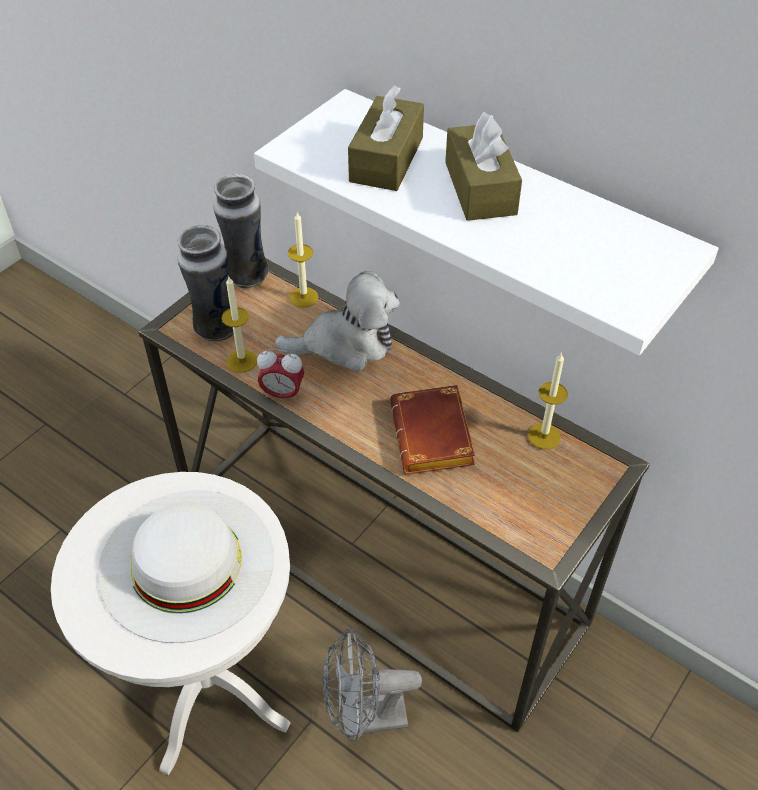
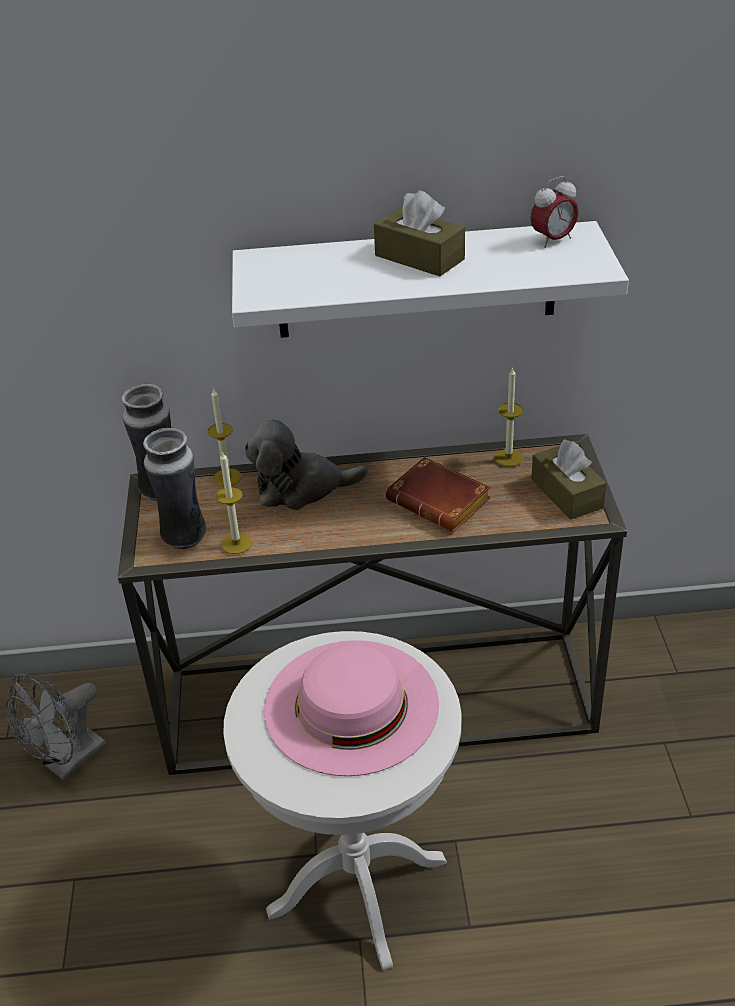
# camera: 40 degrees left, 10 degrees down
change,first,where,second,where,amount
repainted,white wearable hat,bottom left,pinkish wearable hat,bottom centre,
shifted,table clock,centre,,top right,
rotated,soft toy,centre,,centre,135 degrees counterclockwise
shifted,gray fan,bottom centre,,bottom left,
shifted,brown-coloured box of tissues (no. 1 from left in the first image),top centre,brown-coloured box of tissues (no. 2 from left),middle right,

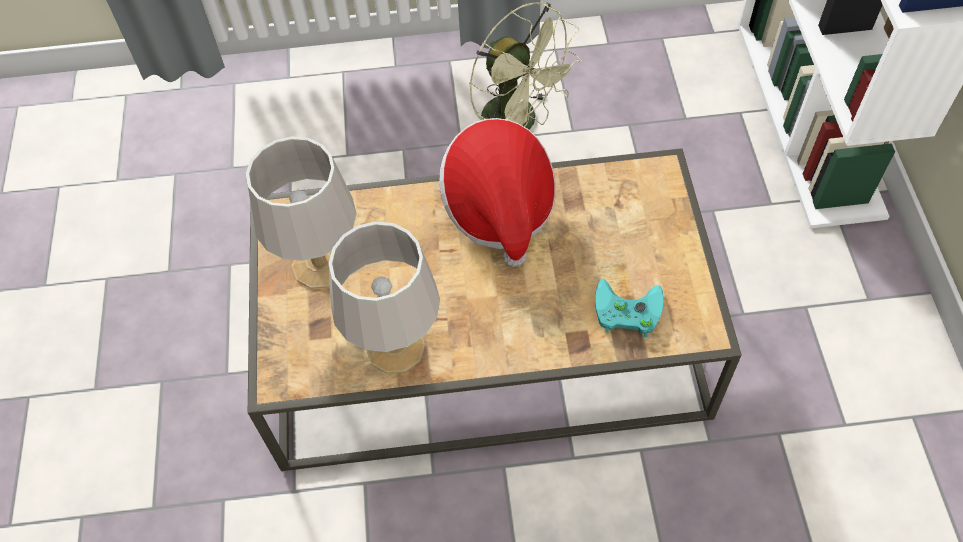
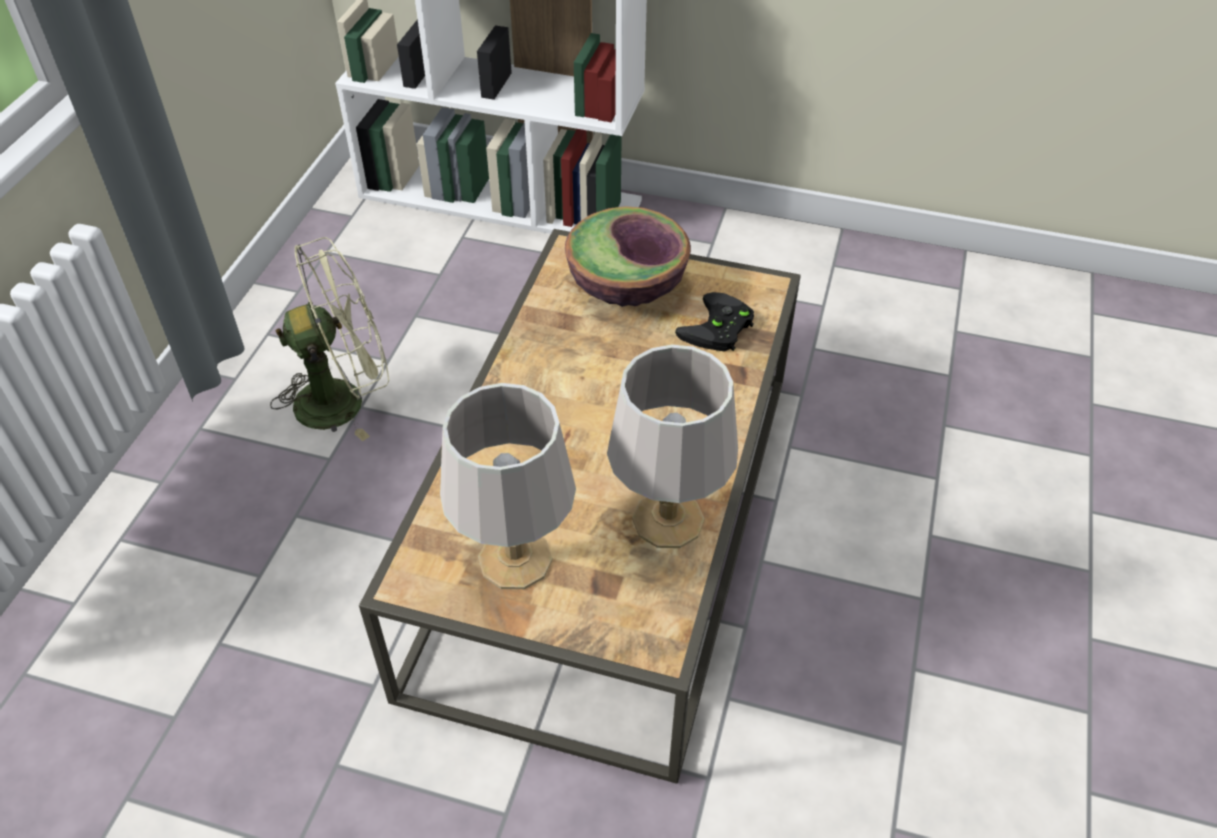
# camera: 70 degrees left, 10 degrees down
change,first,where,second,where,amount
gone,wearable hat,centre,,,
repainted,blue-green joypad,centre,black joypad,centre,
new,,,deep dish,top centre,

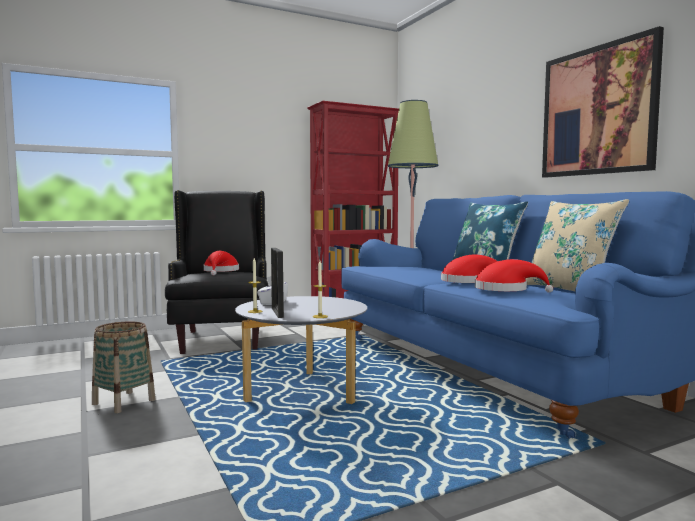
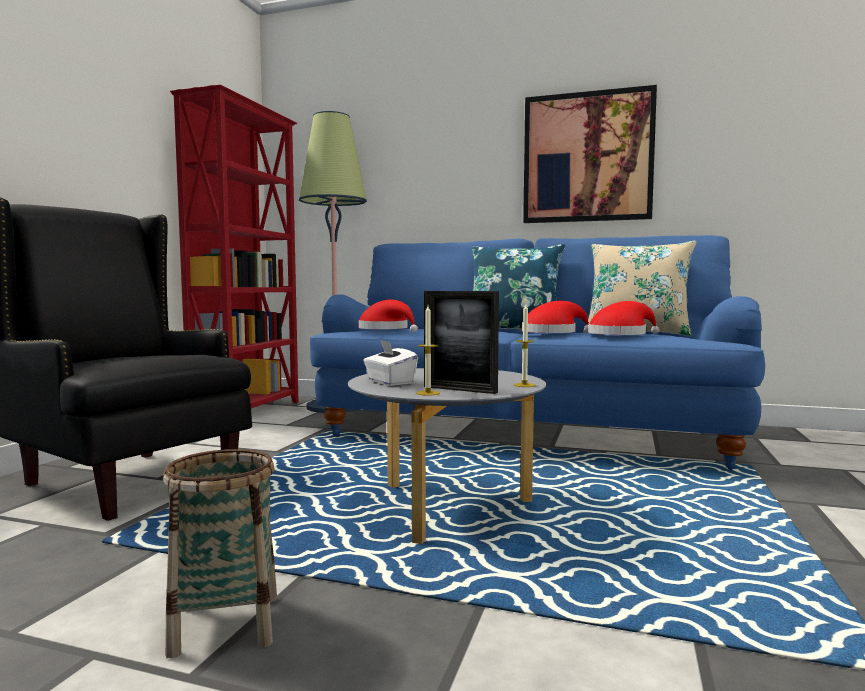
# camera: 45 degrees left, 0 degrees up
change,first,where,second,where,amount
shifted,red wearable hat (no. 1 from left),middle left,,centre,

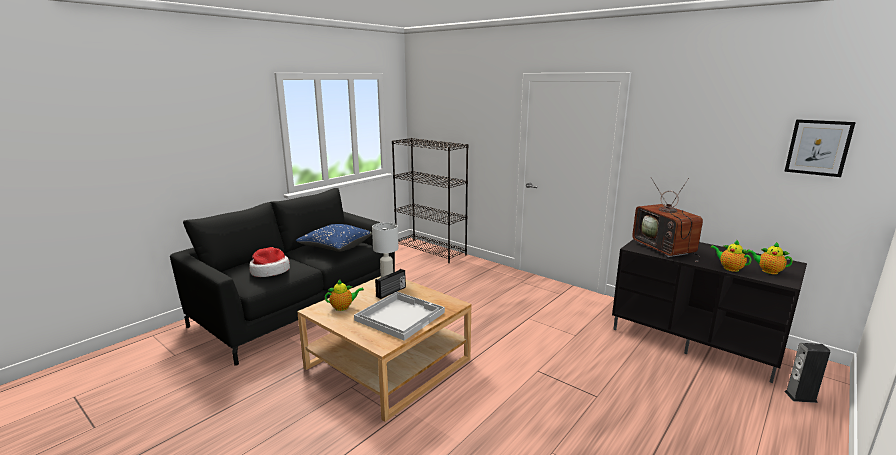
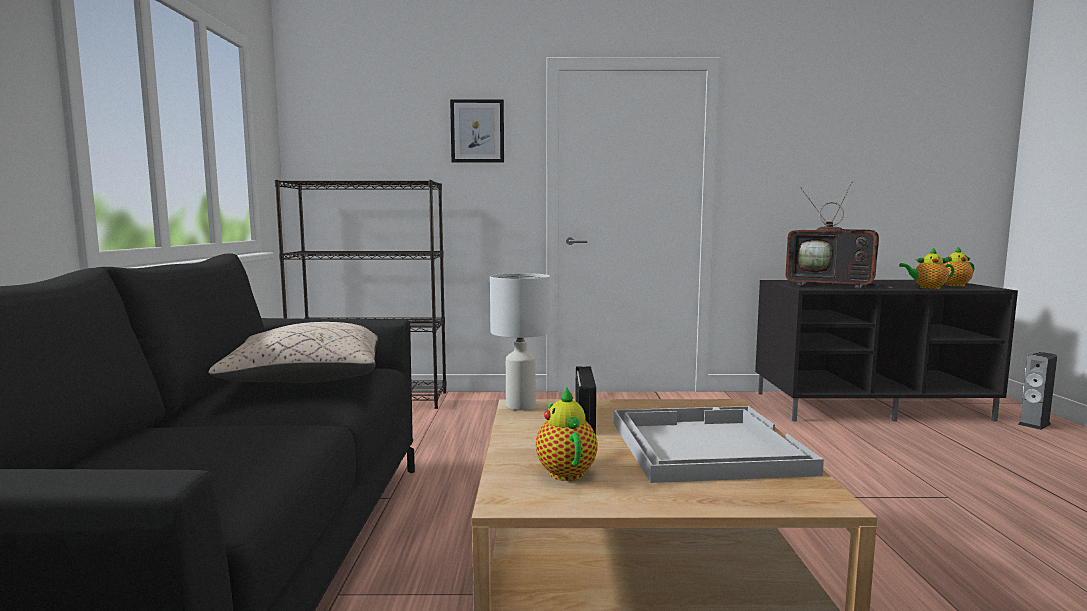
# camera: 40 degrees left, 10 degrees down
change,first,where,second,where,amount
gone,wearable hat,middle left,,,
repainted,blue-coloured cushion,centre,sand-coloured cushion,middle left,
rotated,pot for tea (no. 1 from left),centre,,bottom centre,45 degrees counterclockwise
shifted,picture,top right,,top centre,

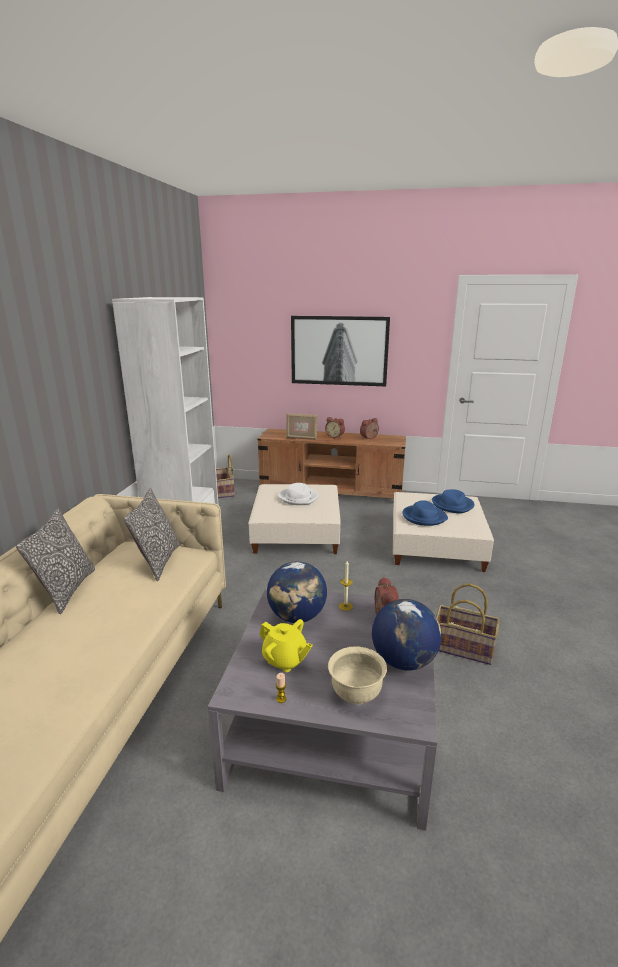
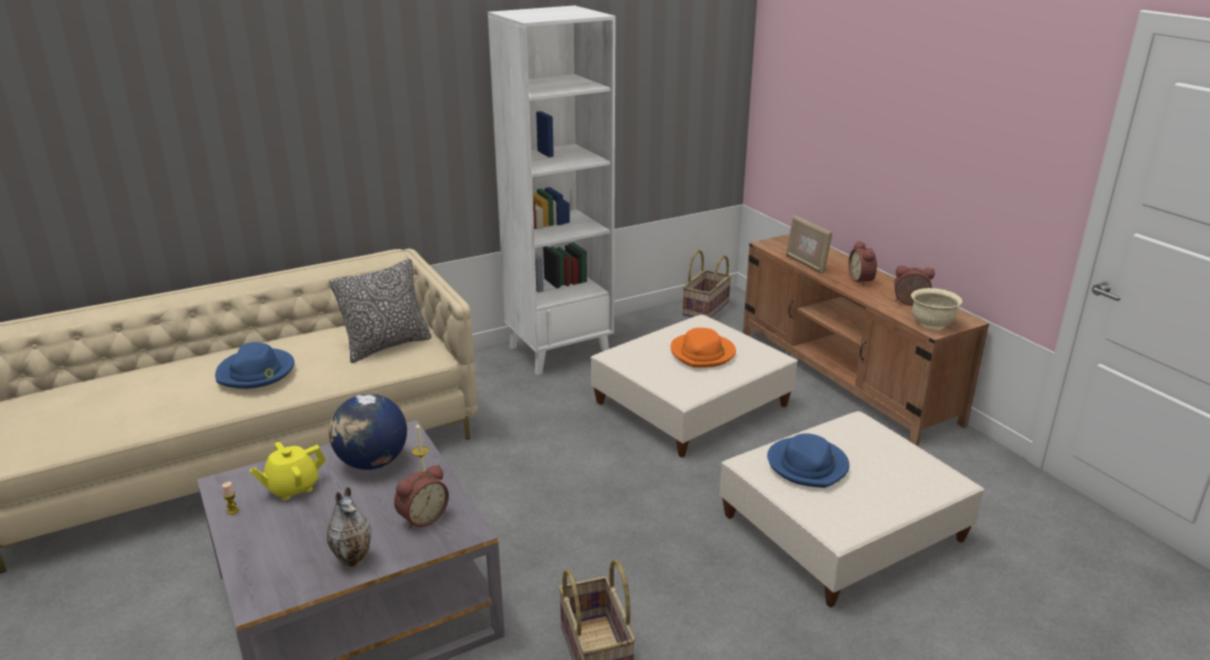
# camera: 50 degrees right, 5 degrees up
change,first,where,second,where,amount
gone,cushion (no. 1 from left),middle left,,,
rotated,yellow pot for tea,bottom centre,,bottom left,60 degrees clockwise
repainted,white wearable hat,centre,orange wearable hat,centre,
gone,picture,centre,,,
shifted,sand-coloured deep dish,bottom centre,,middle right,
swapped,desk globe (no. 2 from left),centre,flower vase,bottom left,
shifted,blue-coloured wearable hat (no. 2 from left in the first image),middle right,blue-coloured wearable hat (no. 1 from left),middle left,

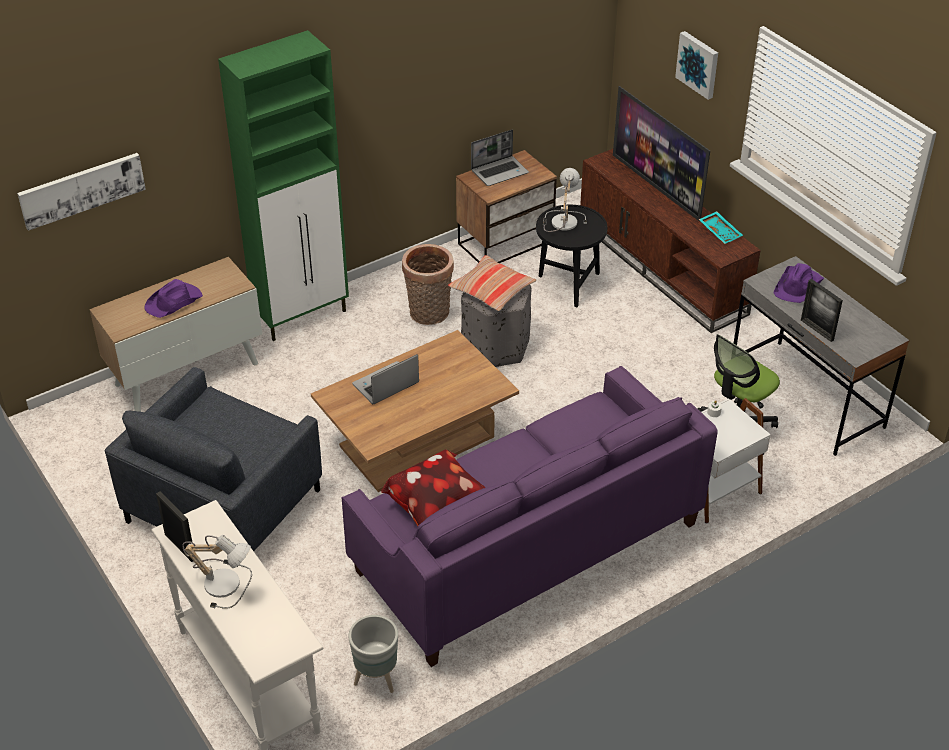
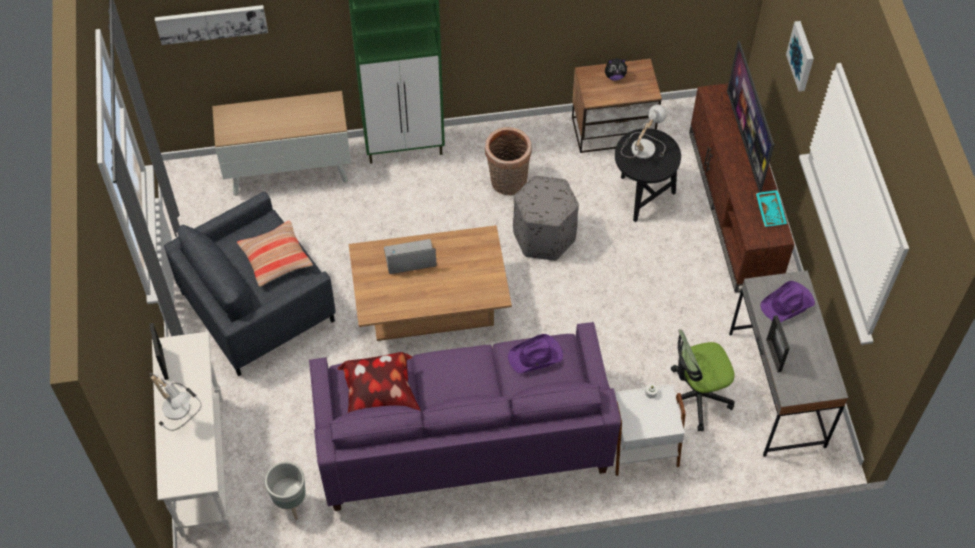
# camera: 25 degrees right, 15 degrees up
change,first,where,second,where,amount
shifted,purple wearable hat (no. 1 from left),middle left,,centre,
shifted,cushion (no. 2 from left in the first image),centre,cushion (no. 1 from left),middle left,
swapped,laptop (no. 2 from left),top centre,soft toy,top centre,

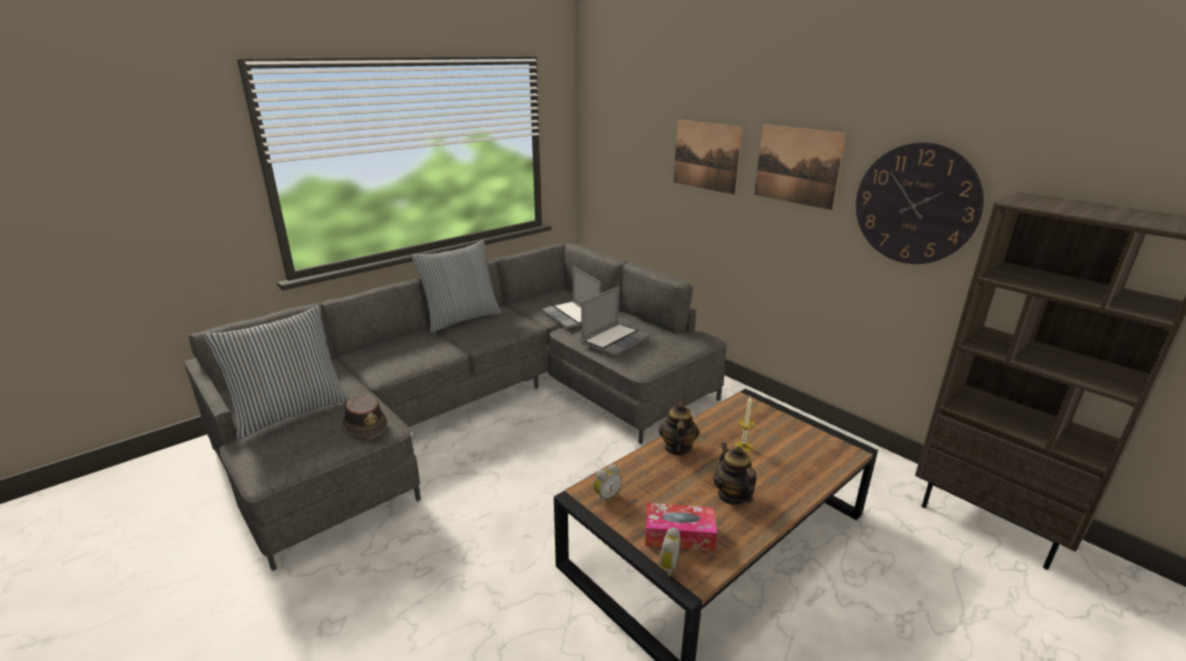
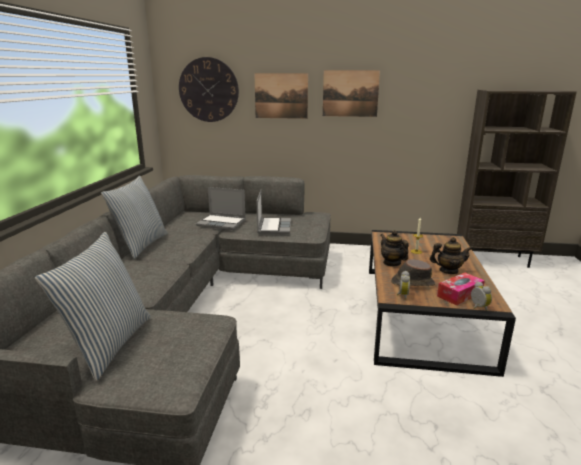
# camera: 40 degrees left, 5 degrees down
change,first,where,second,where,amount
shifted,brown-coloured wearable hat,middle left,,middle right,
rotated,pot for tea (no. 2 from left),bottom centre,,middle right,150 degrees clockwise
shifted,clock on the wall,top right,,top centre,

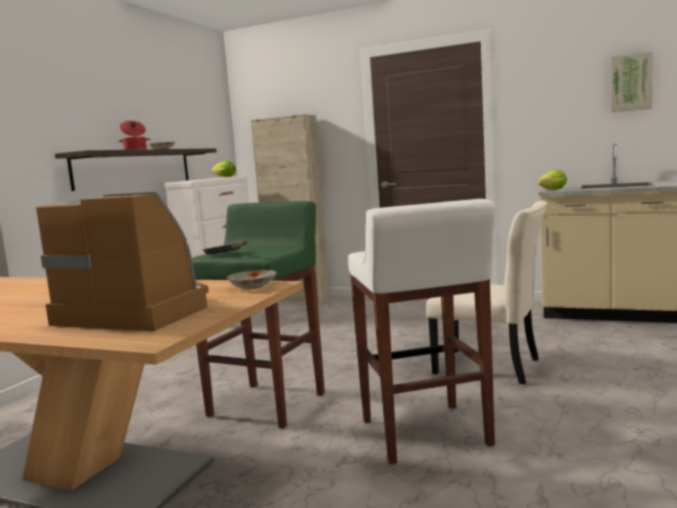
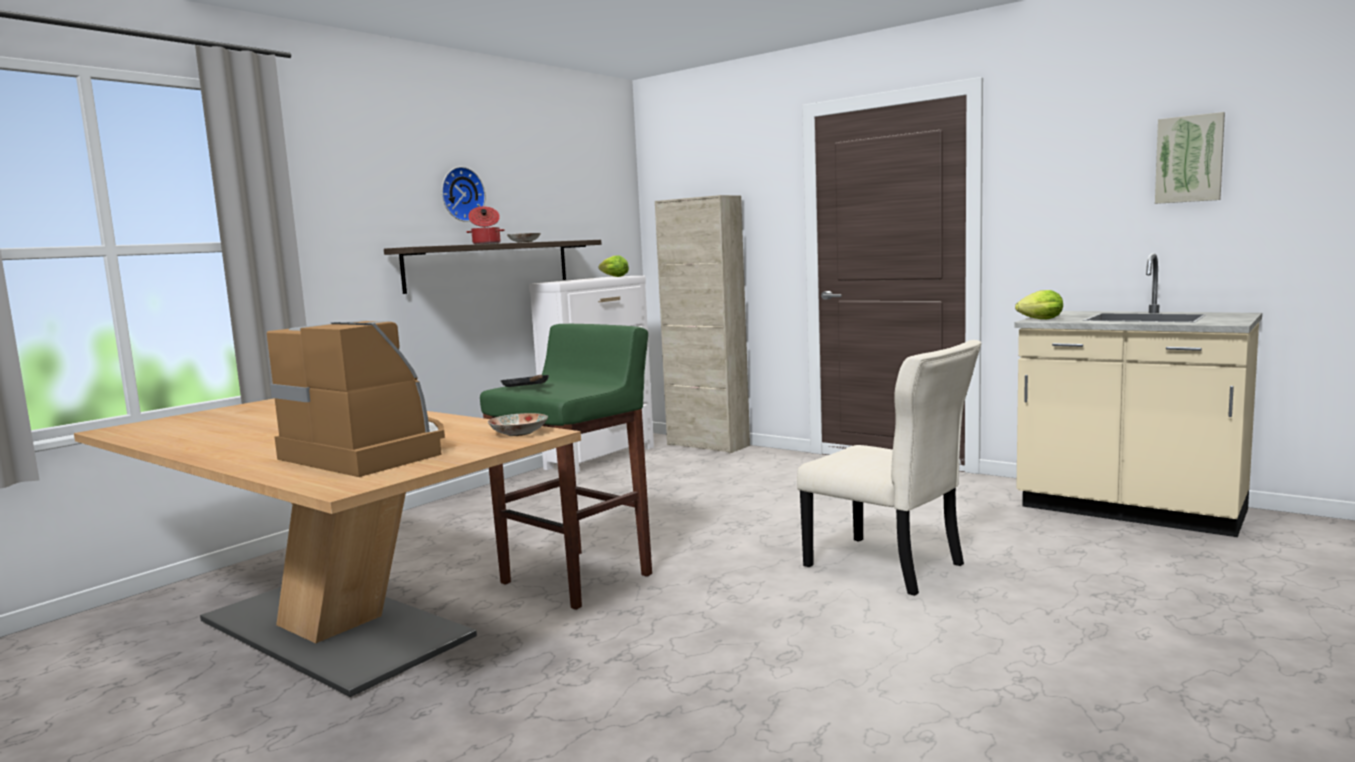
# camera: 15 degrees right, 0 degrees up
change,first,where,second,where,amount
gone,white sitting stool,centre,,,
new,,,clock on the wall,top centre,

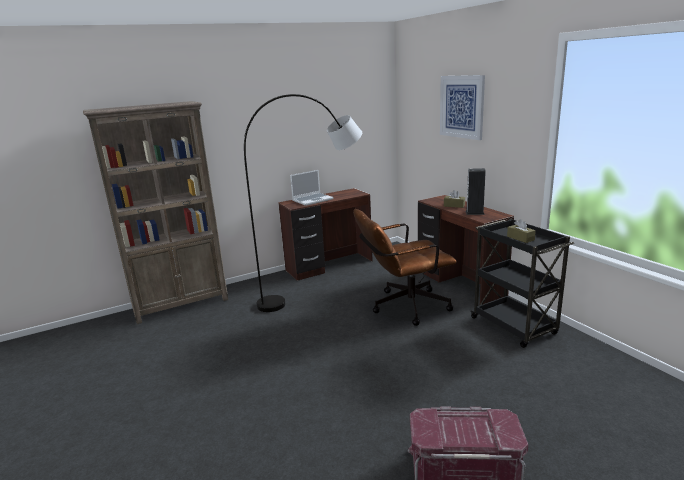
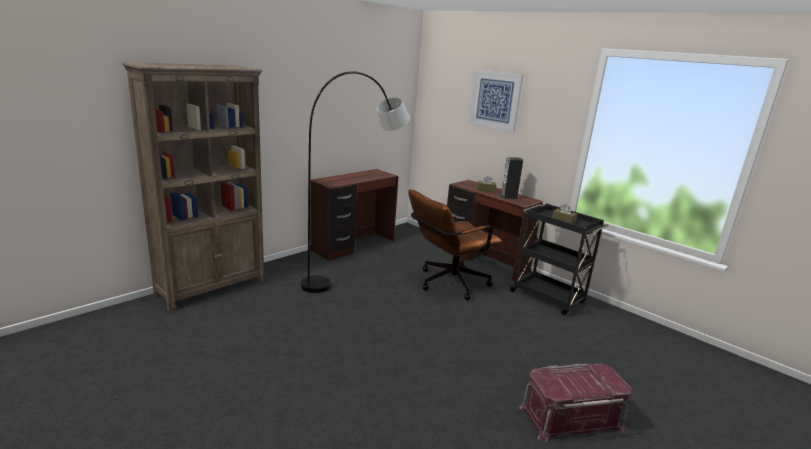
# camera: 20 degrees left, 0 degrees up
change,first,where,second,where,amount
gone,laptop,centre,,,

